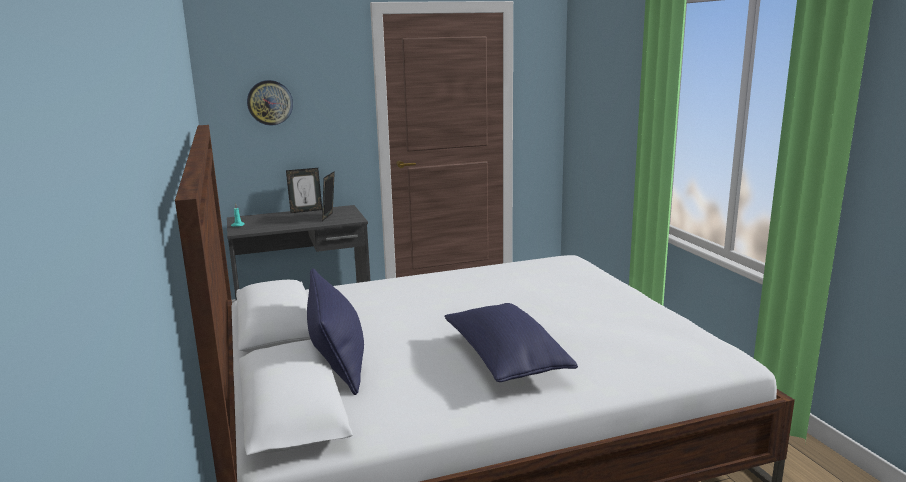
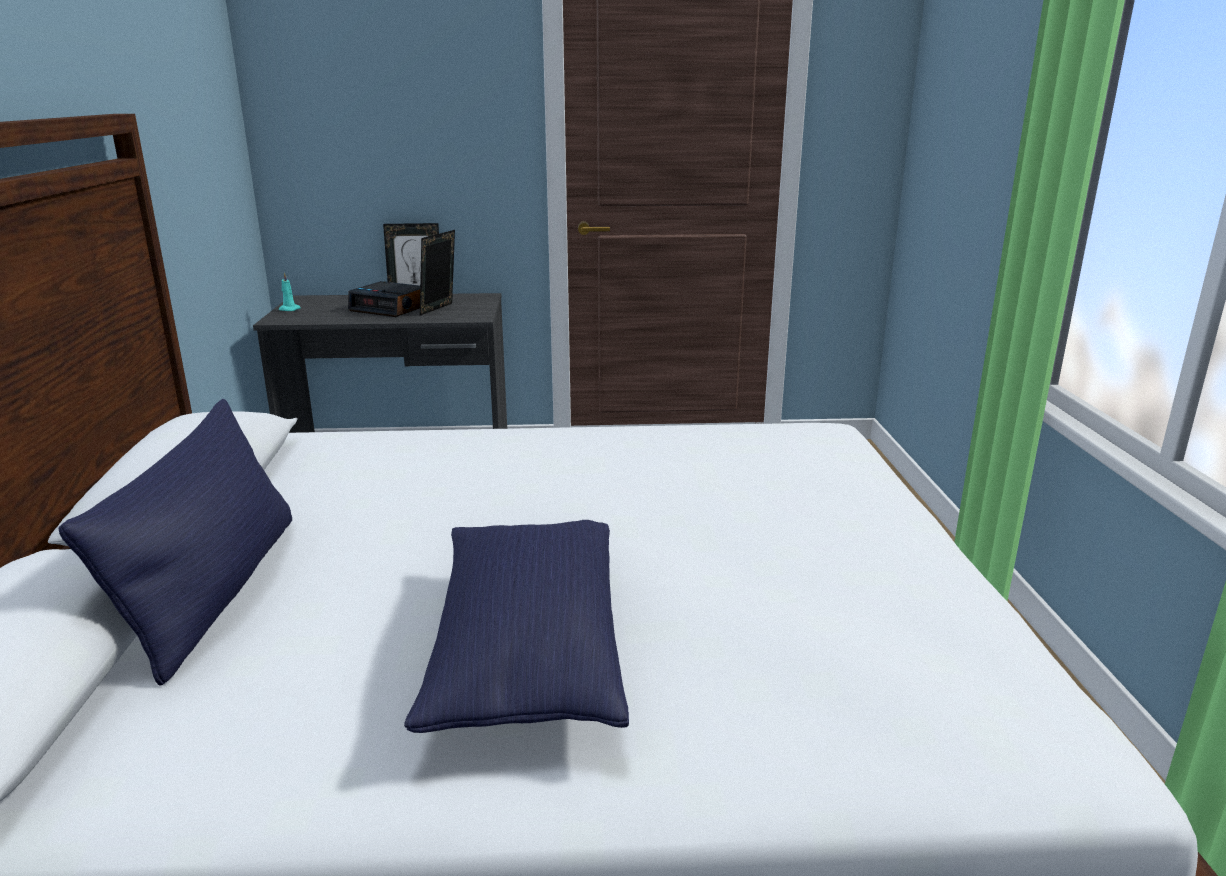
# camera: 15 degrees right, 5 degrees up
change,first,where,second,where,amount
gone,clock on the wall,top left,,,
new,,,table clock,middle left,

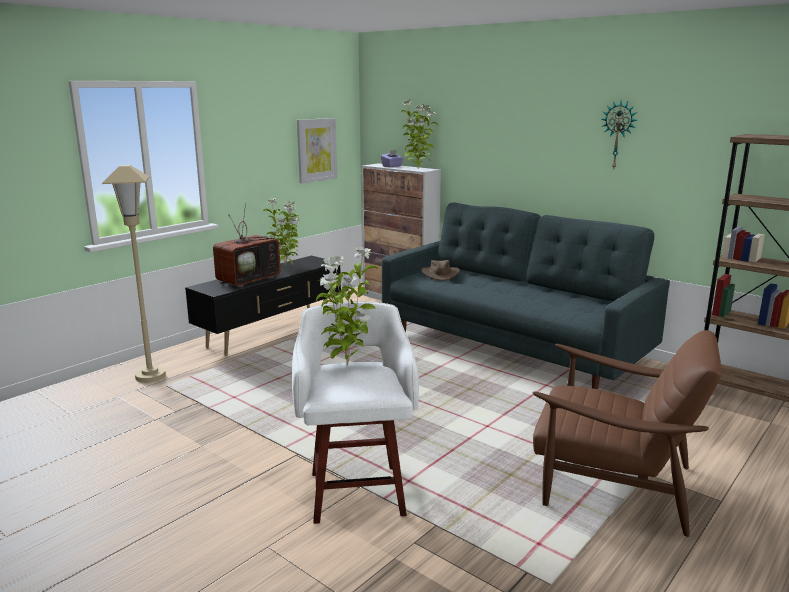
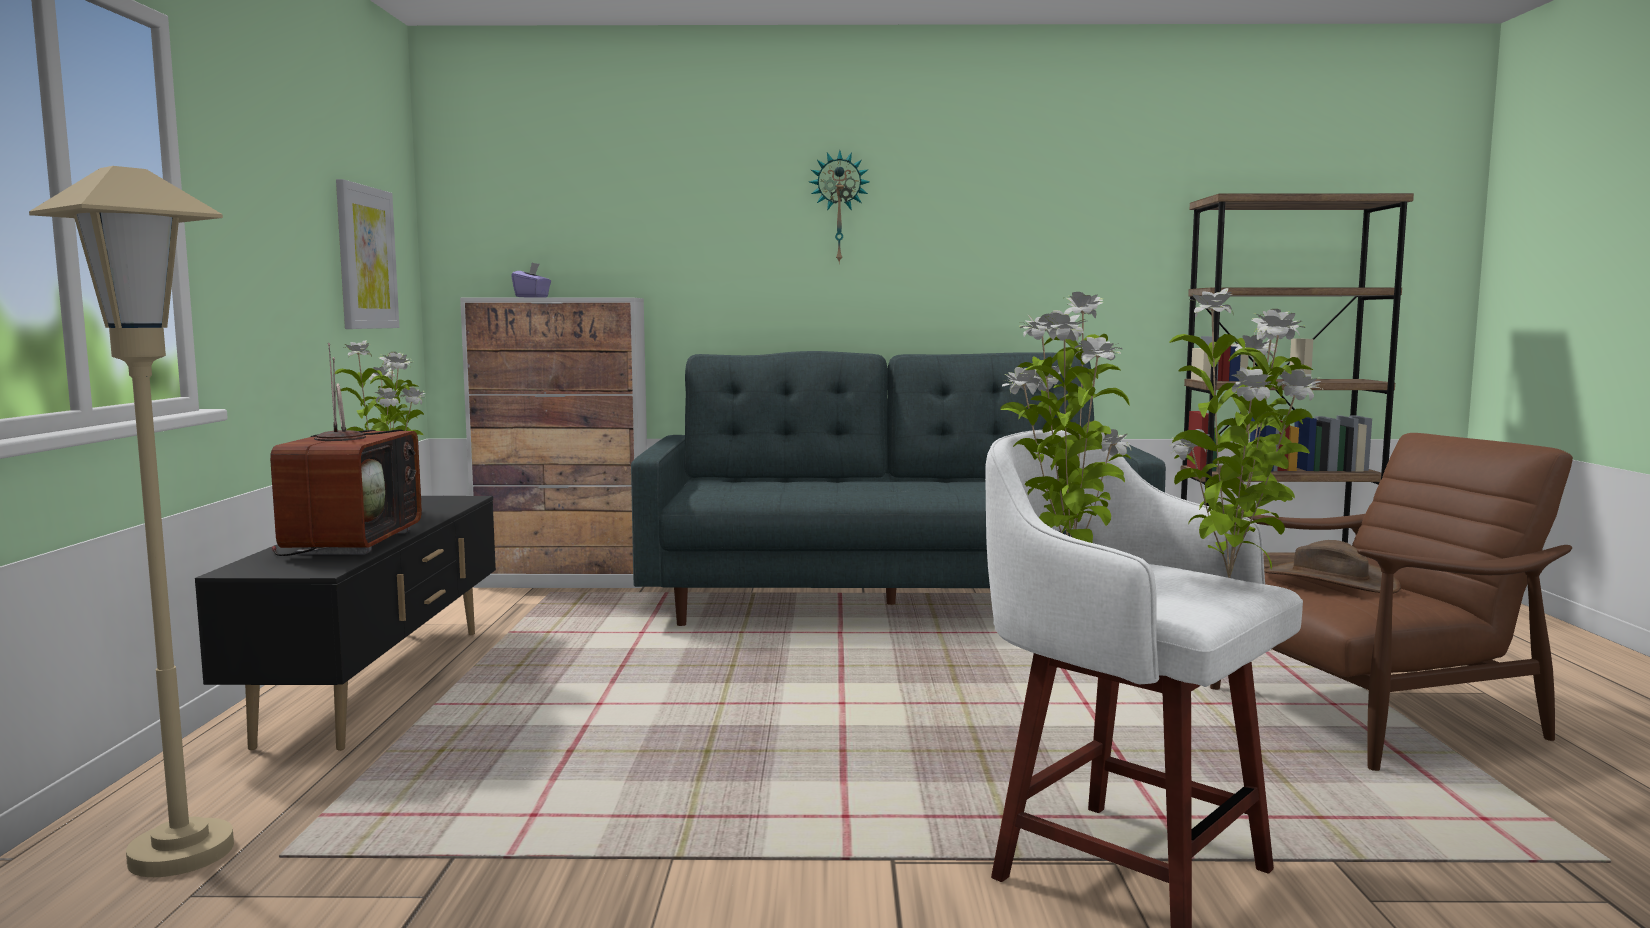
# camera: 40 degrees left, 10 degrees down
change,first,where,second,where,amount
shifted,potted plant (no. 3 from left),top centre,,middle right,
shifted,brown-coloured wearable hat,centre,,middle right,
shifted,clock on the wall,top right,,top centre,

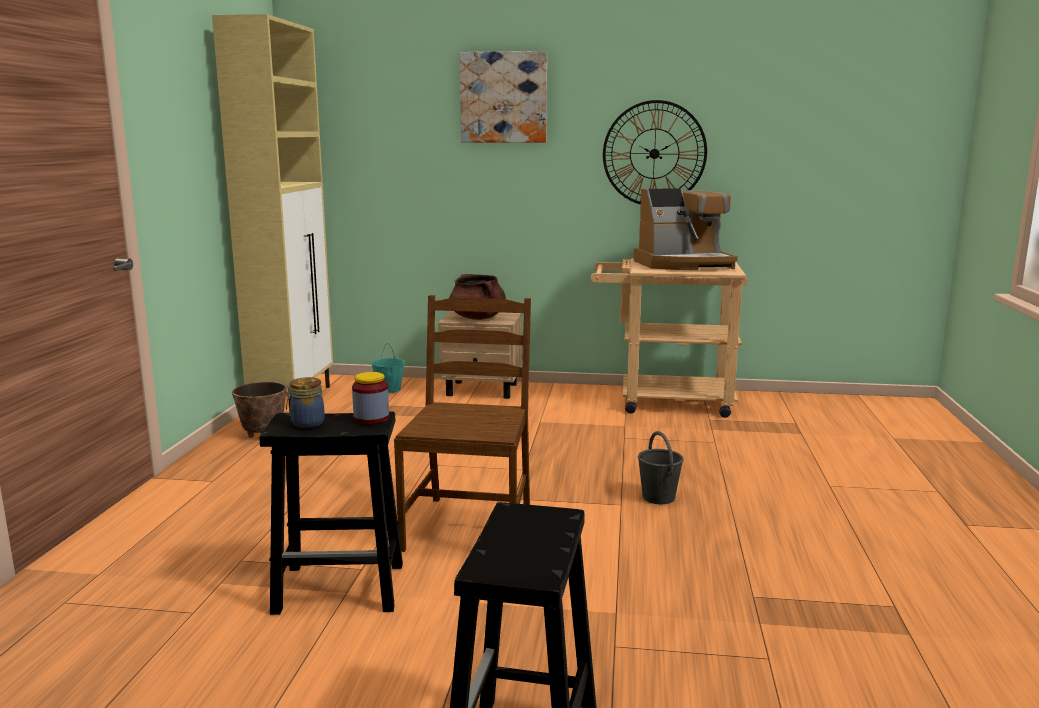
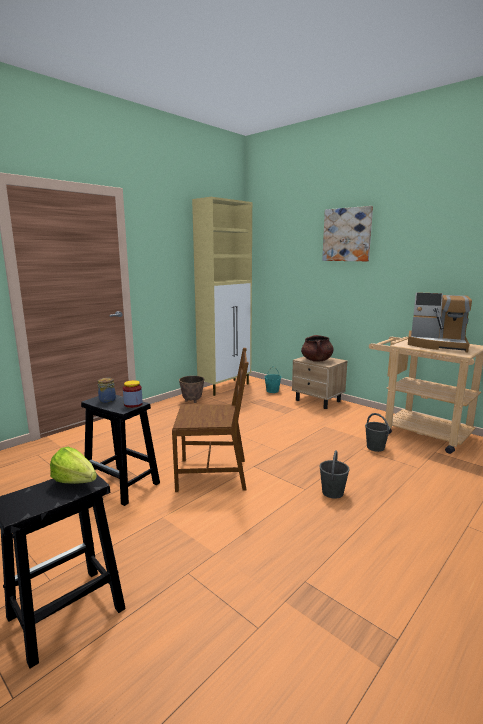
# camera: 35 degrees right, 0 degrees up
change,first,where,second,where,amount
rotated,brown-coloured chair,centre,,centre,45 degrees clockwise
gone,clock on the wall,top centre,,,
new,,,lettuce,middle left,
new,,,gray pail (no. 2 from left),middle right,

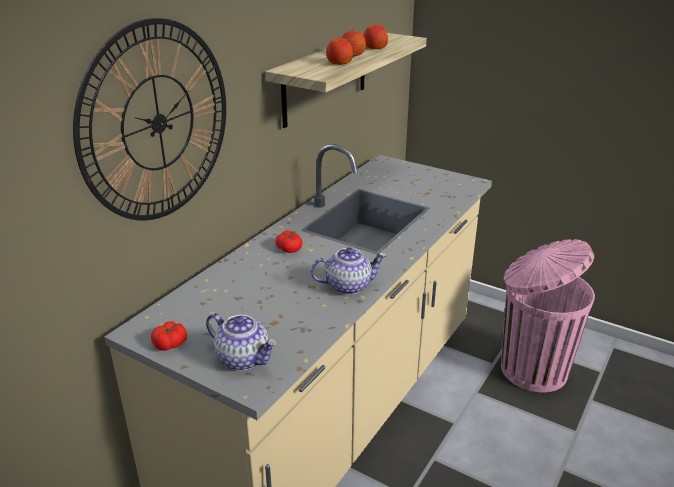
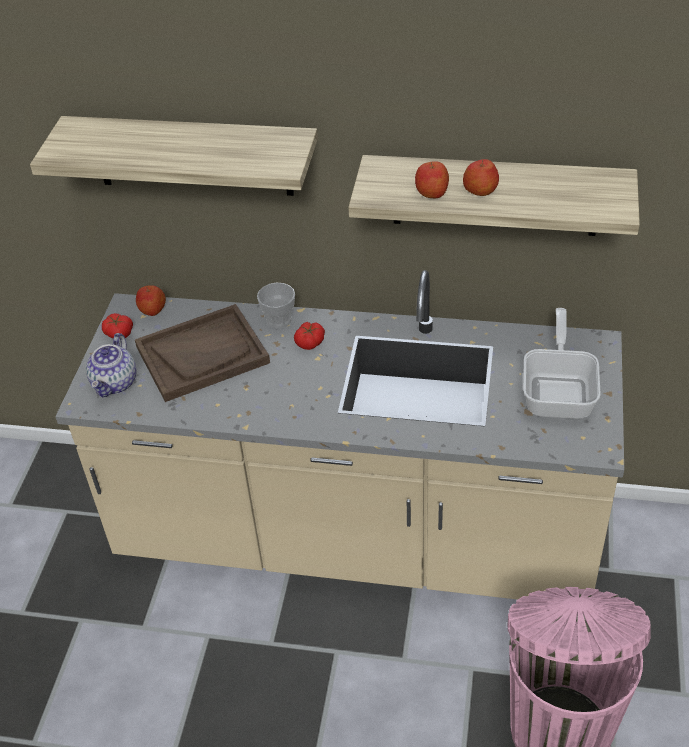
# camera: 70 degrees right, 15 degrees up
change,first,where,second,where,amount
swapped,clock on the wall,top left,wall shelf (no. 1 from left),top left,
gone,pot for tea (no. 2 from left),centre,,,
shifted,apple (no. 3 from left in the first image),top centre,apple (no. 1 from left),middle left,
new,,,brown-coloured carrying tray,middle left,
new,,,drinking cup,centre,
new,,,frying pan,middle right,

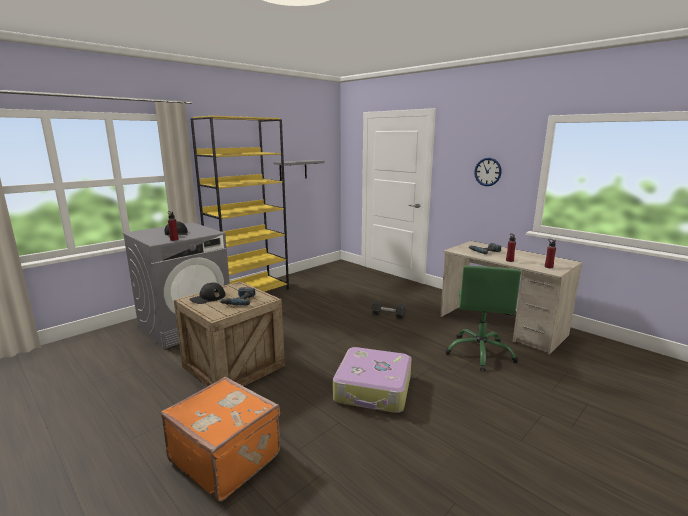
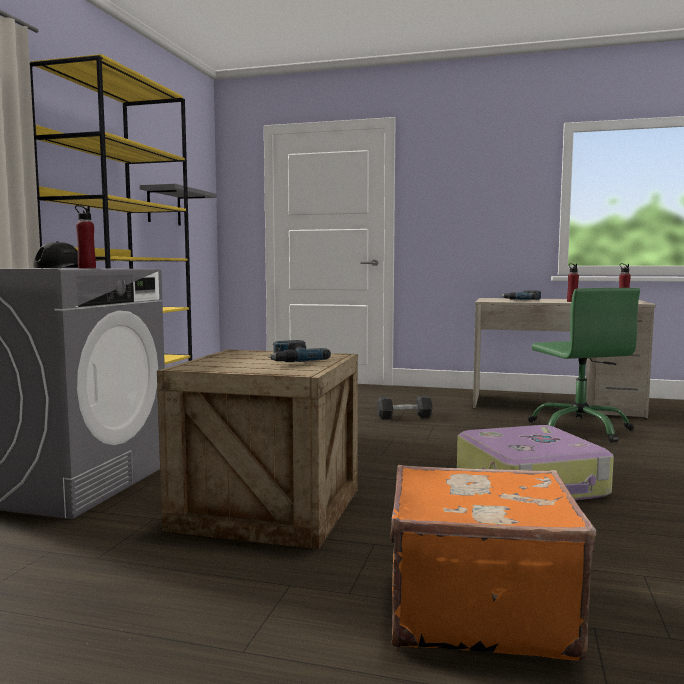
# camera: 30 degrees left, 10 degrees down
change,first,where,second,where,amount
gone,black peaked cap (no. 2 from left),middle left,,,
gone,clock on the wall,middle right,,,

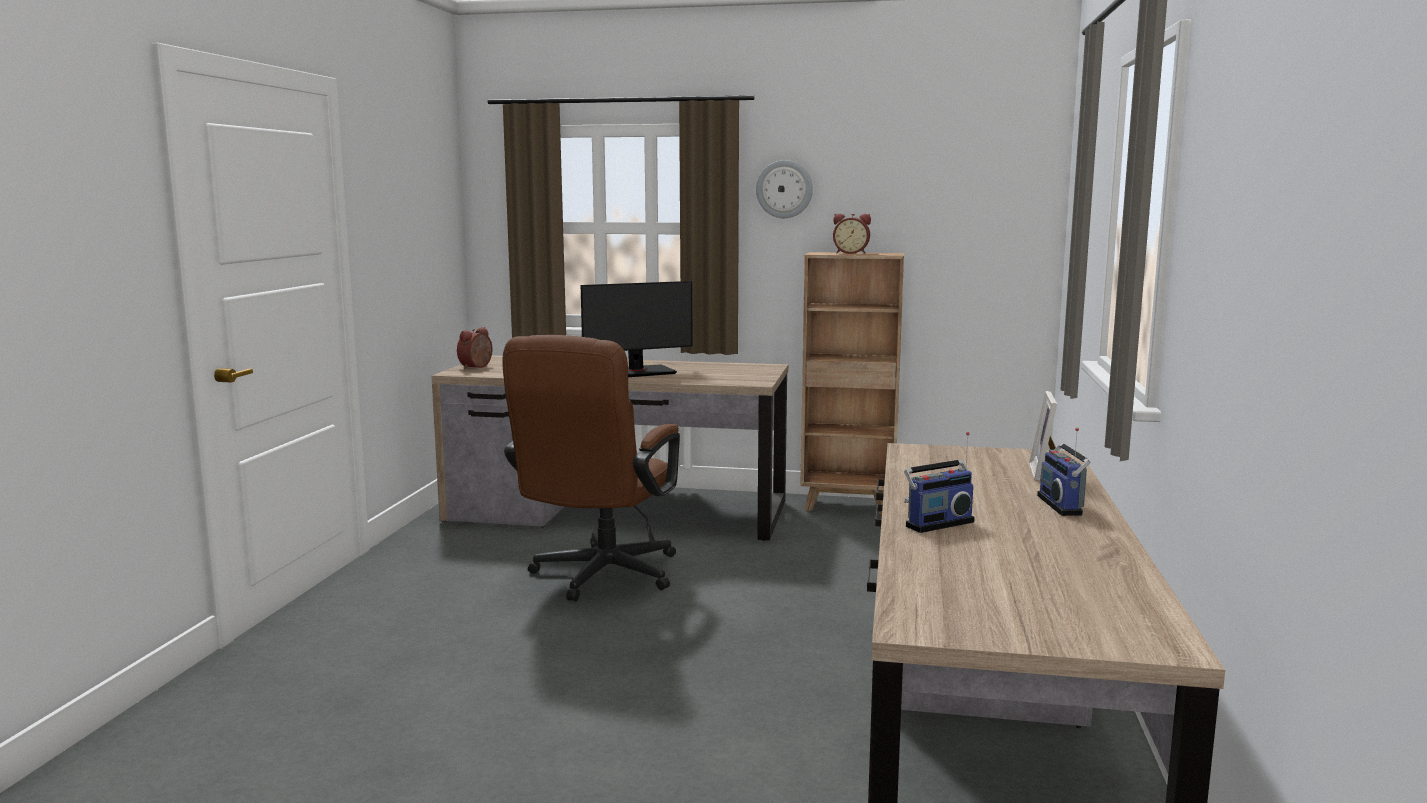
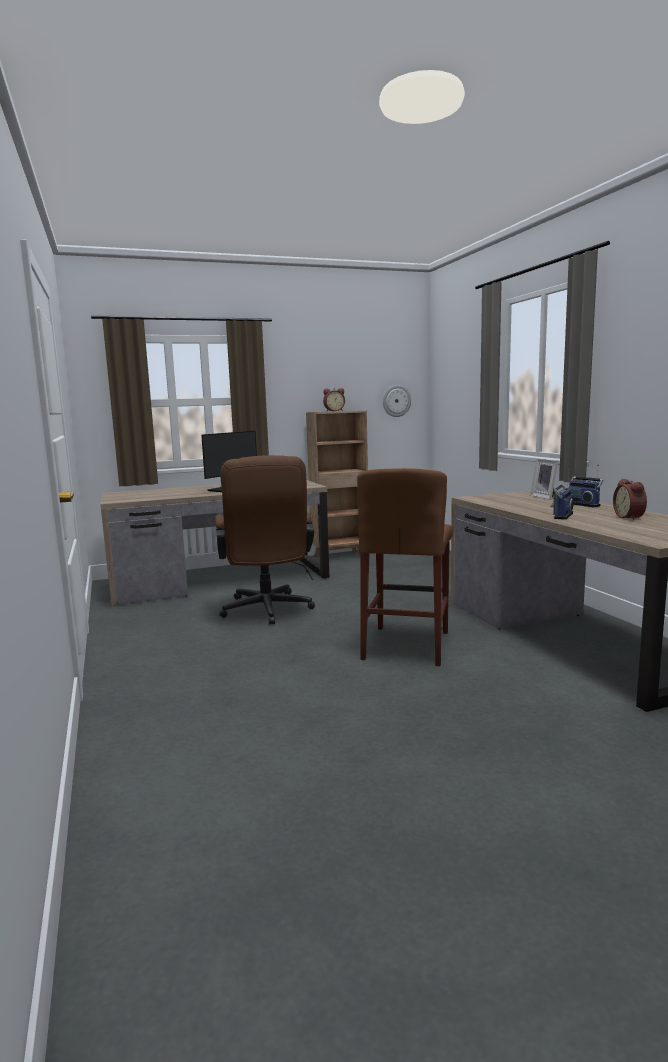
# camera: 30 degrees left, 0 degrees up
change,first,where,second,where,amount
shifted,table clock (no. 1 from left in the first image),middle left,table clock (no. 2 from left),middle right,
shifted,clock on the wall,top centre,,centre,
new,,,brown-coloured sitting stool,centre,

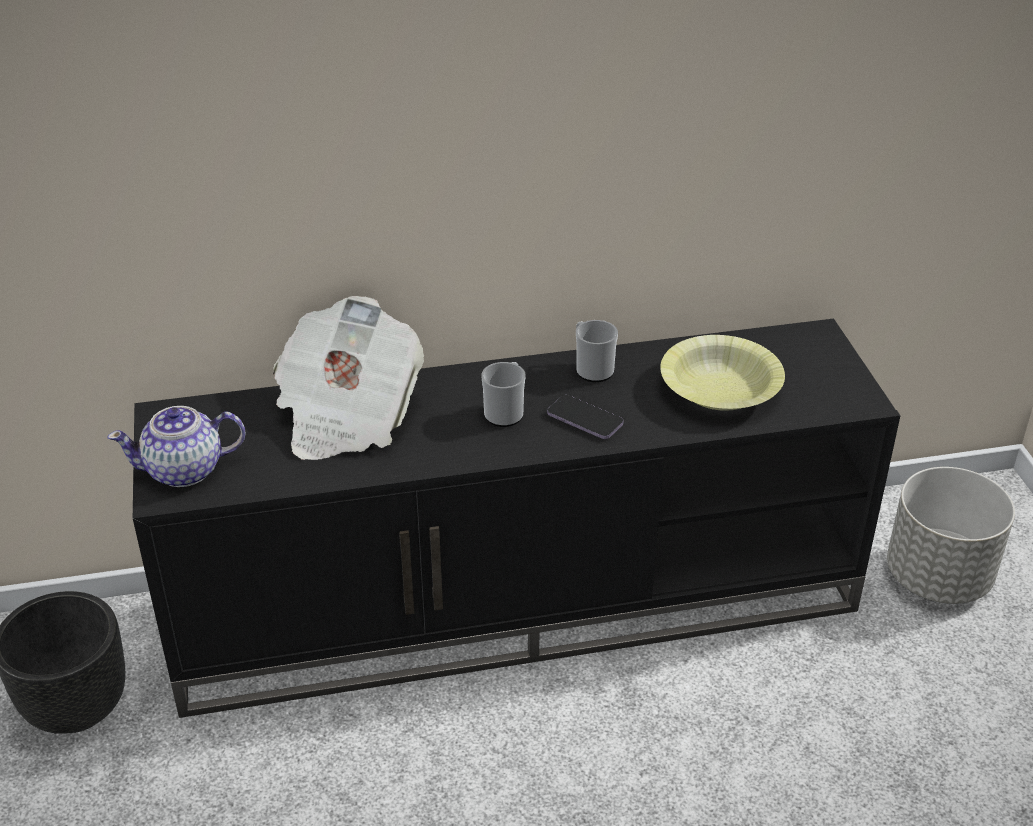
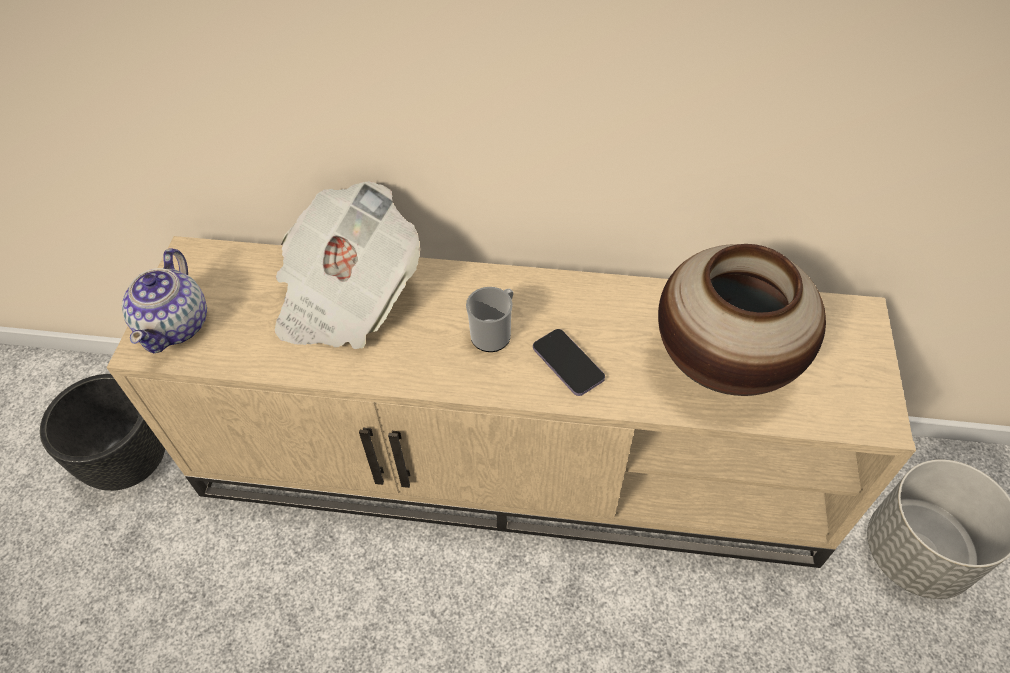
# camera: 20 degrees right, 15 degrees up
change,first,where,second,where,amount
rotated,pot for tea,middle left,,middle left,90 degrees counterclockwise
repainted,black media console,centre,sand-coloured media console,centre,
gone,mug (no. 2 from left),centre,,,
swapped,yellow deep dish,middle right,flower vase,middle right,

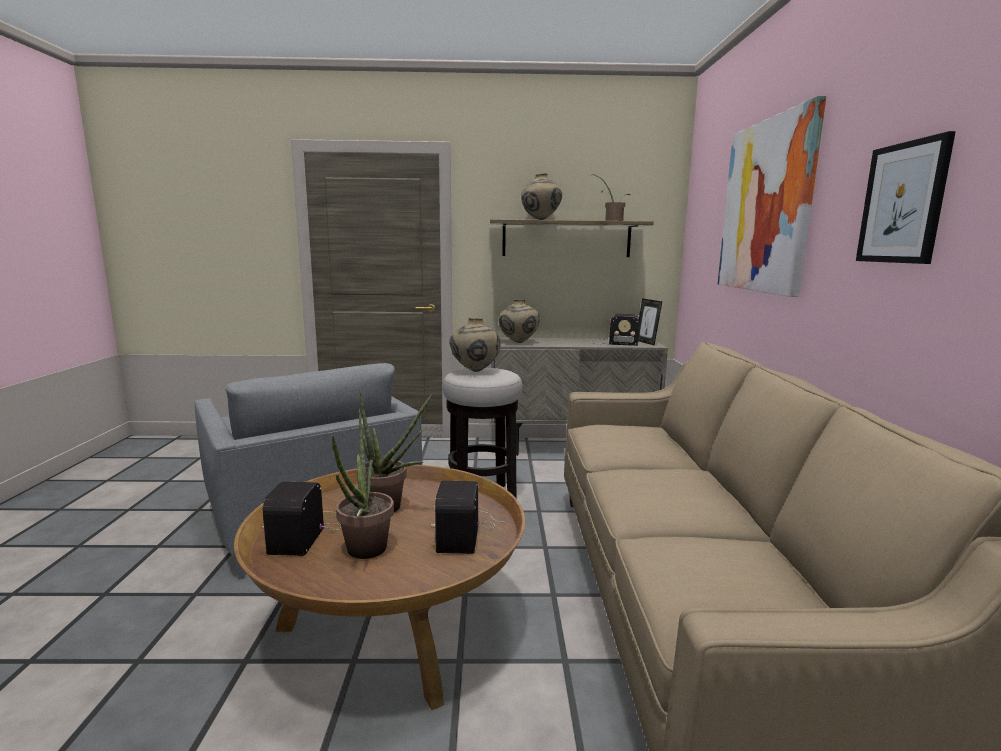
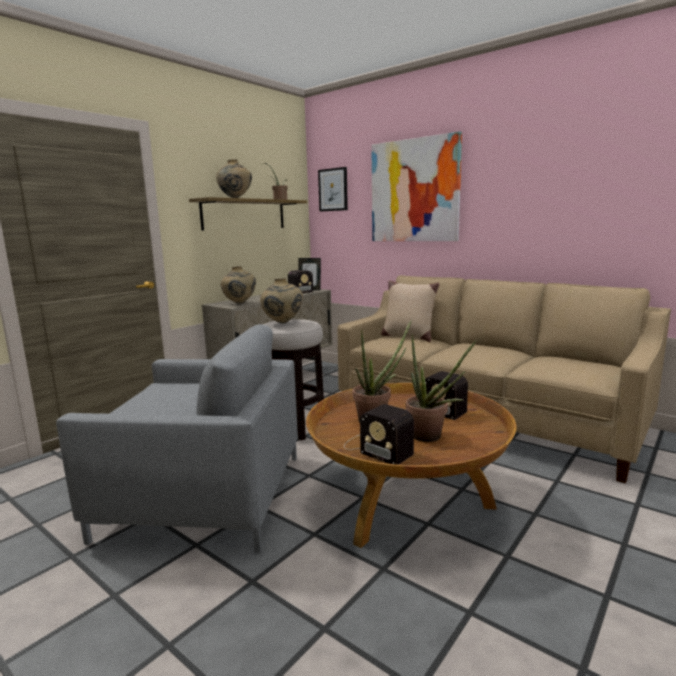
# camera: 50 degrees left, 0 degrees up
change,first,where,second,where,amount
shifted,picture (no. 2 from left in the first image),top right,picture (no. 1 from left),top centre,
new,,,sand-coloured cushion,centre,

